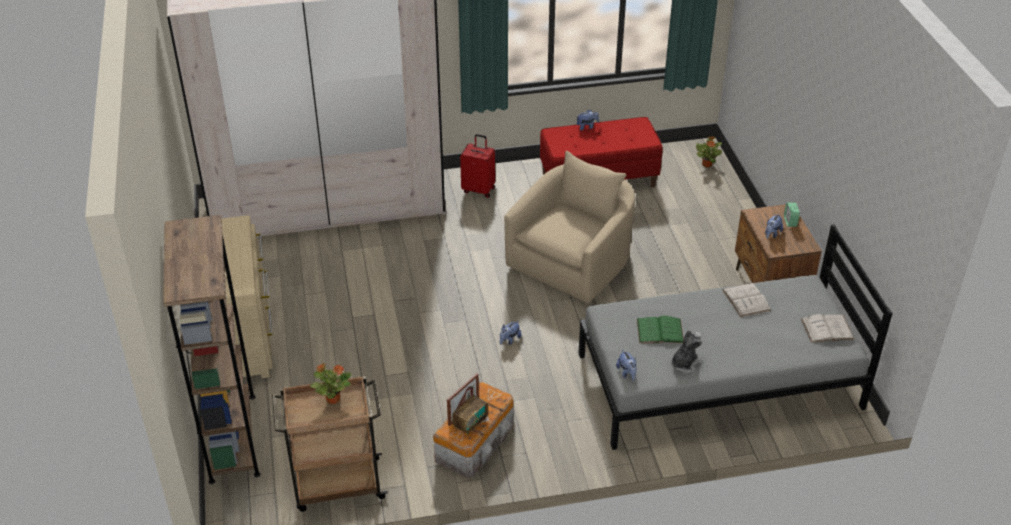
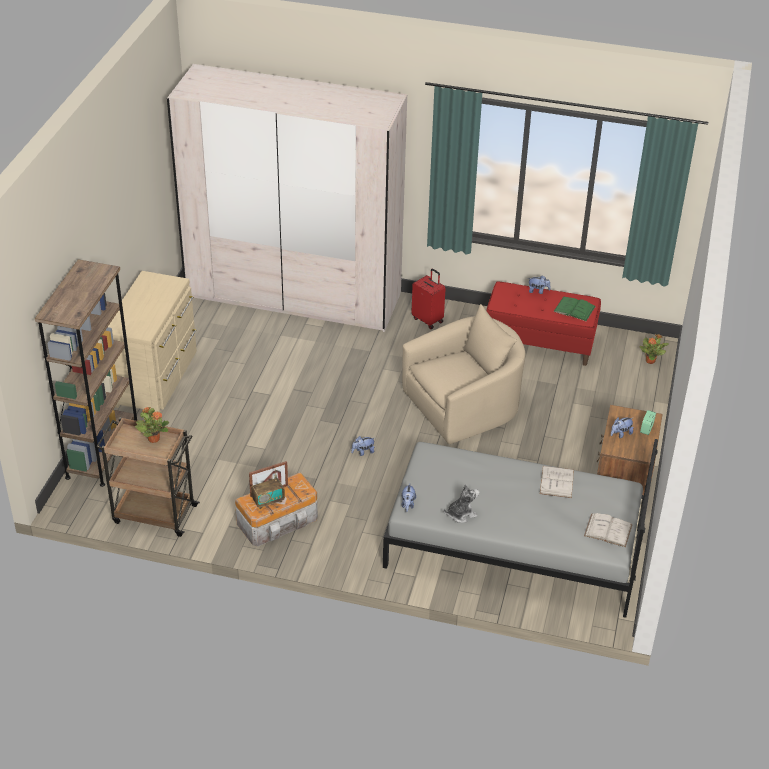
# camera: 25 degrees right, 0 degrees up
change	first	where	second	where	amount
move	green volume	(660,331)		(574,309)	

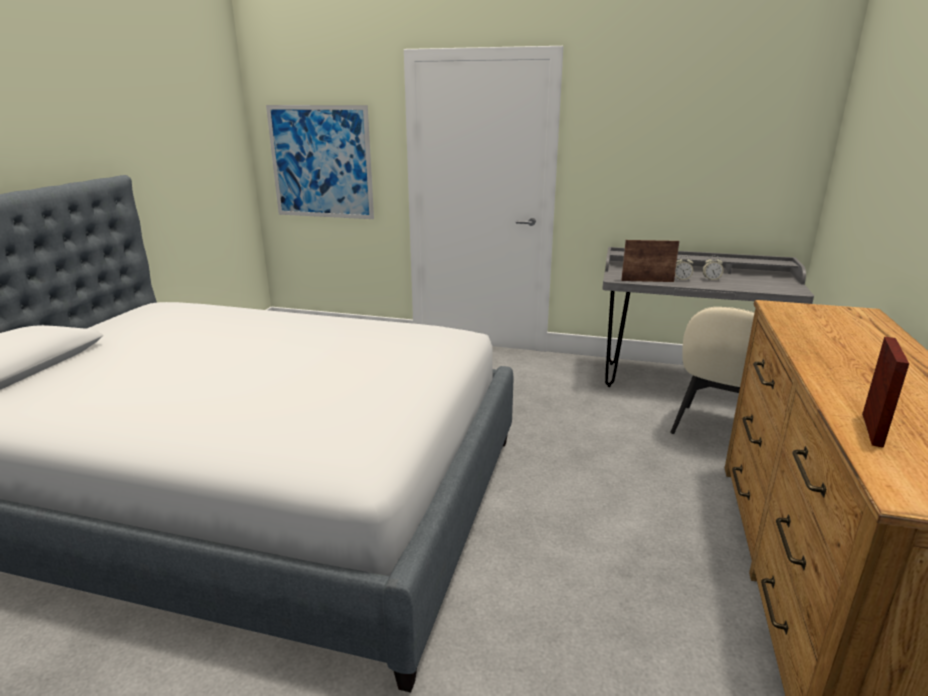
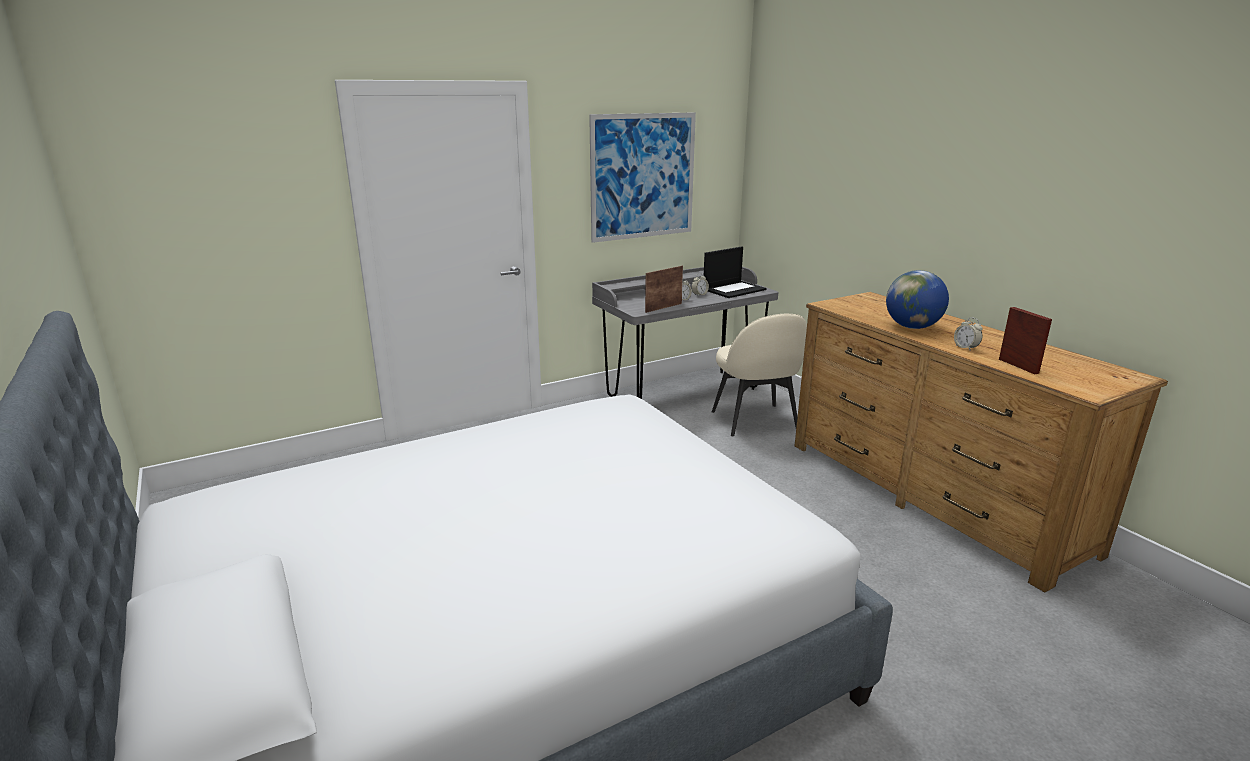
# camera: 45 degrees left, 0 degrees up
change	first	where	second	where	amount
move	wall art	(321,162)		(643,176)	
insert			laptop	(734,289)	
insert			desk globe	(912,327)	
insert			table clock	(965,348)	

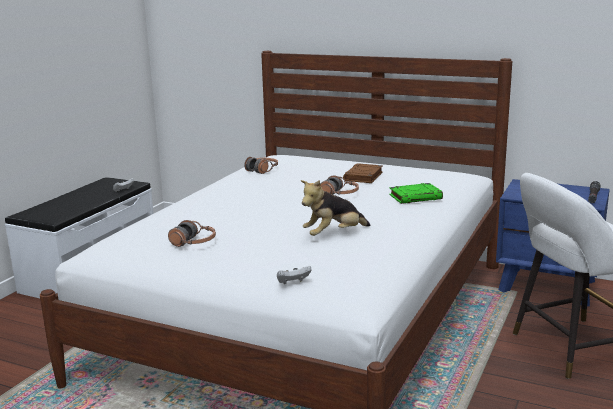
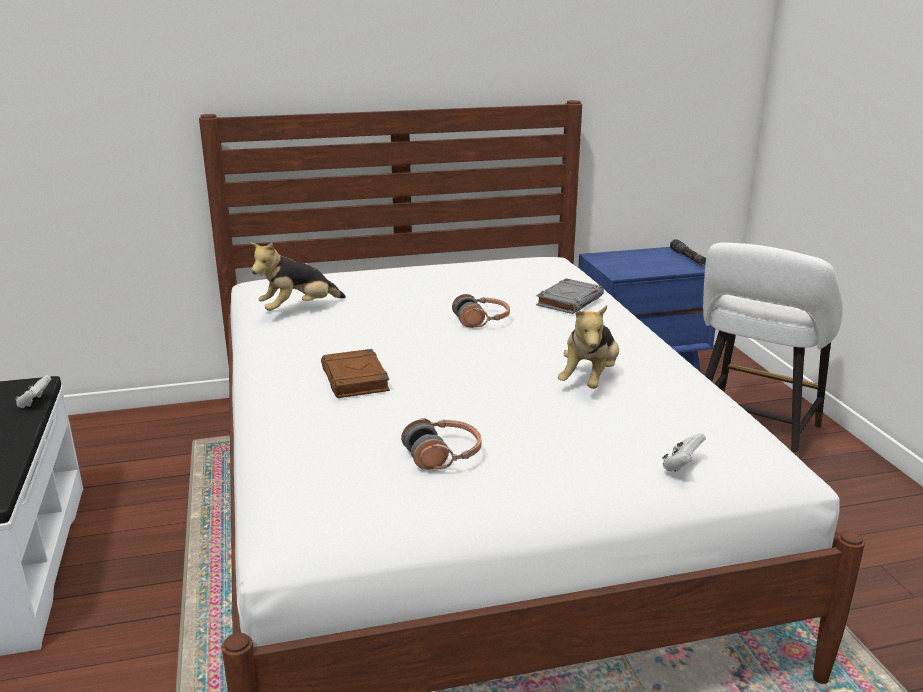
# camera: 40 degrees left, 5 degrees up
change	first	where	second	where	amount
replace	pair of headphones	(261,170)	plush toy	(298,309)	
move	brown-coloured volume	(363,177)		(355,379)	
recolor	green volume	(416,197)	gray volume	(569,301)	

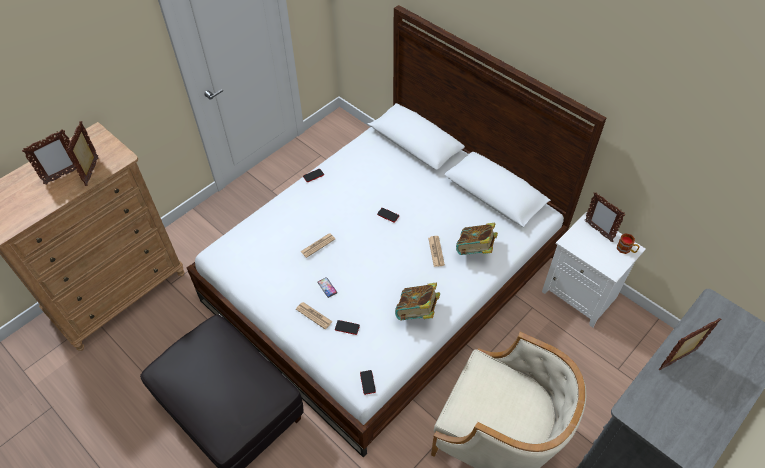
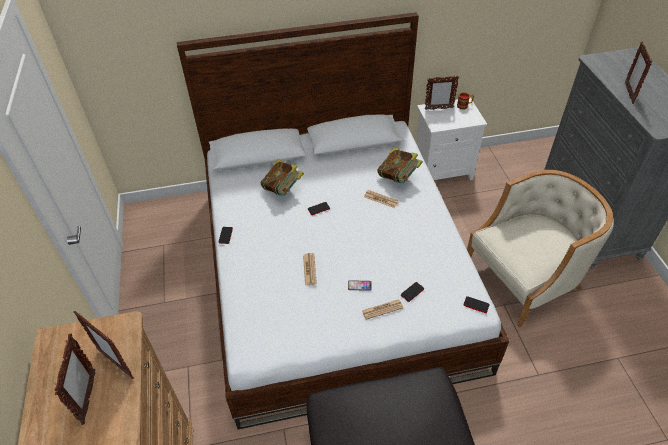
# camera: 55 degrees left, 5 degrees down
change	first	where	second	where	amount
move	volume	(417,312)		(283,189)	

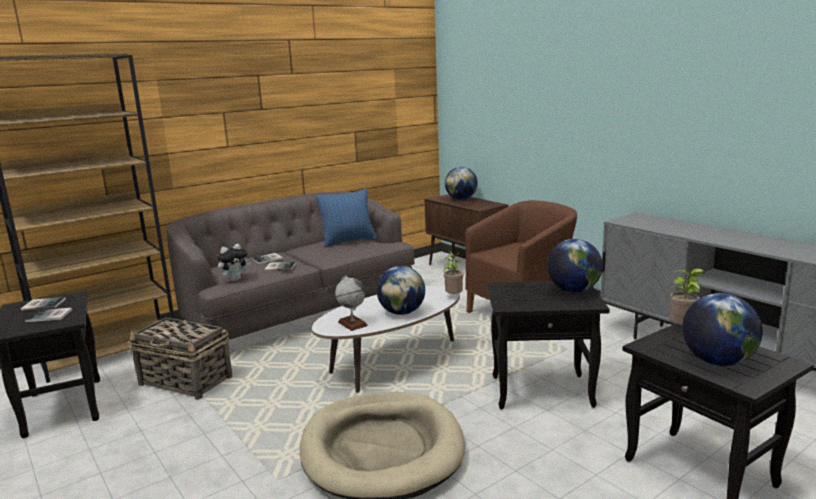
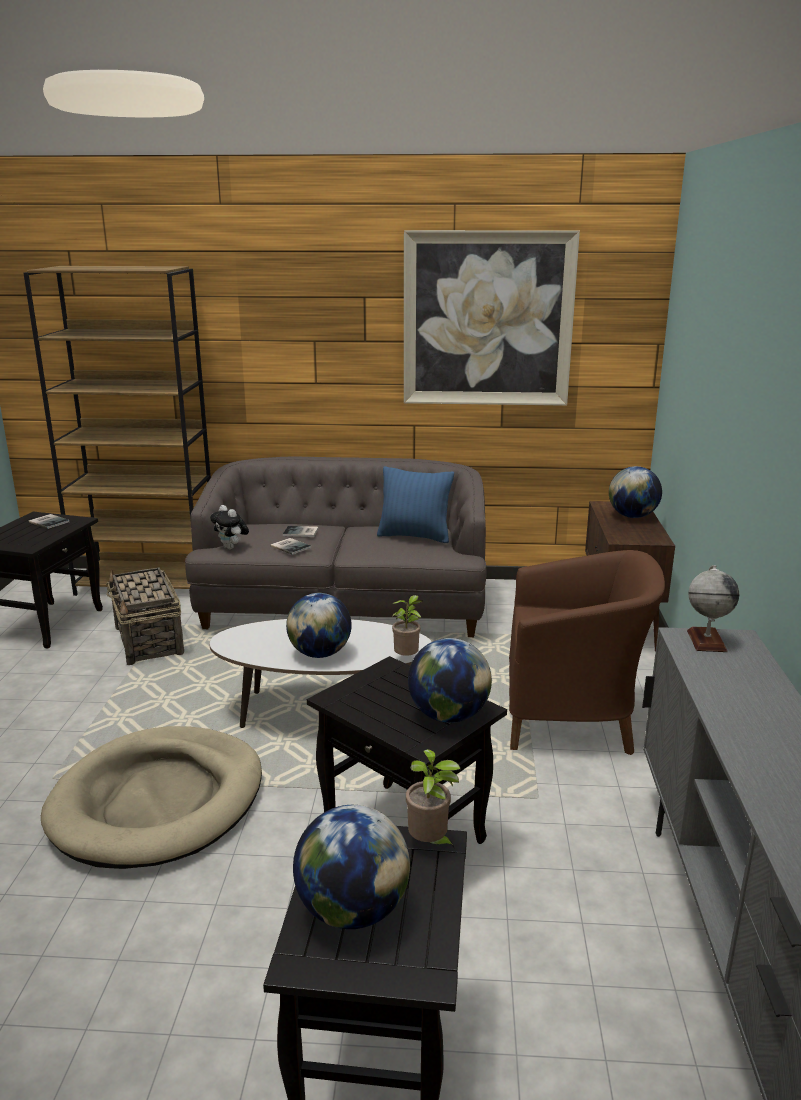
# camera: 40 degrees right, 5 degrees up
change	first	where	second	where	amount
rotate	plush toy	(235,279)		(231,548)	45 degrees clockwise
move	desk globe	(352,324)		(706,641)	
delete	volume	(50,316)			
insert			wall art	(487,319)	

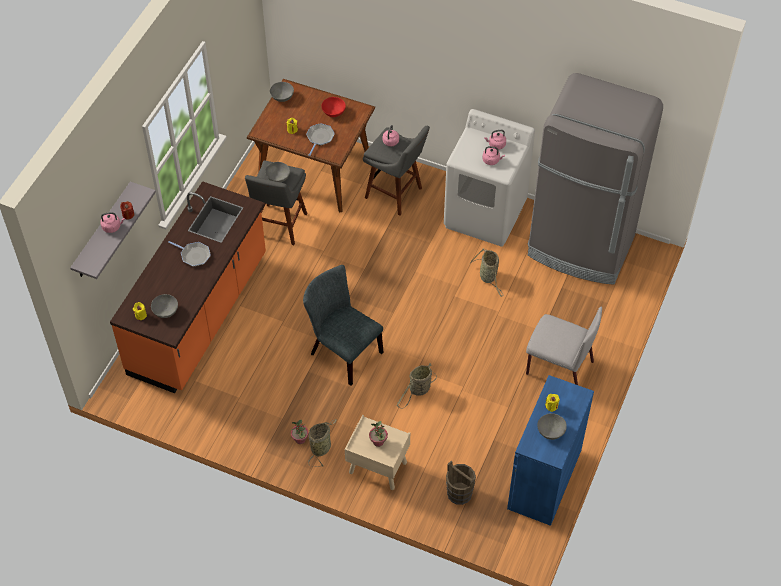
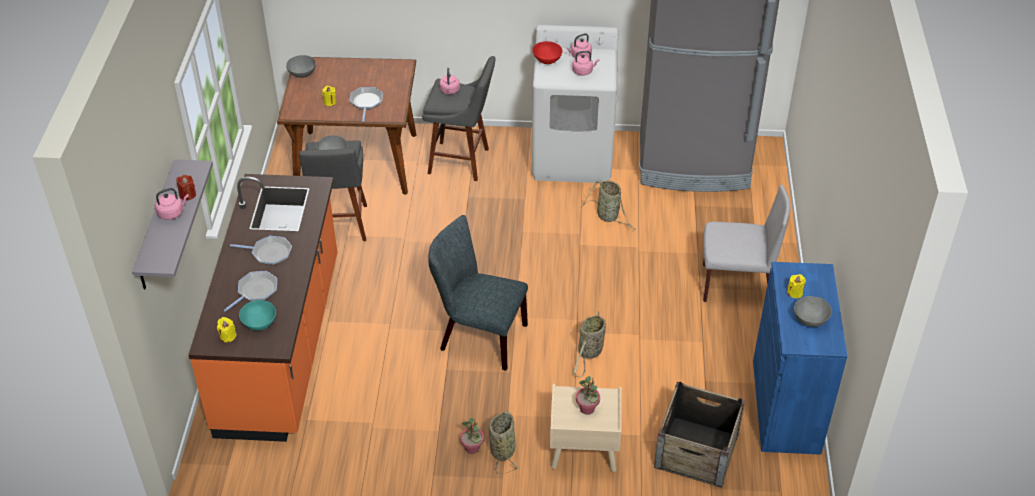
# camera: 20 degrees left, 10 degrees down
change	first	where	second	where	amount
move	red-coloured bowl	(333,112)		(547,60)	
recolor	gray bowl	(165,311)	blue-green bowl	(259,323)	
replace	brown-coloured pail	(459,493)	packing crate	(696,451)	
insert			pan	(256,291)	

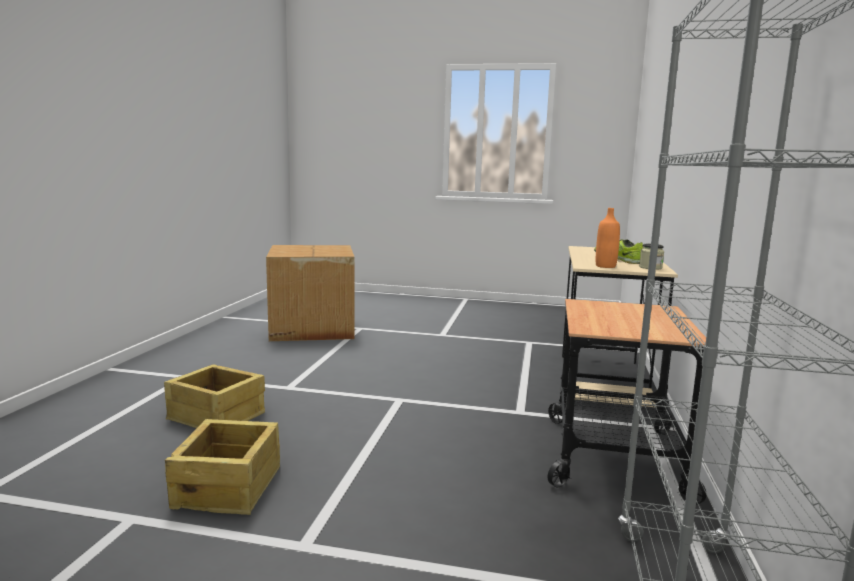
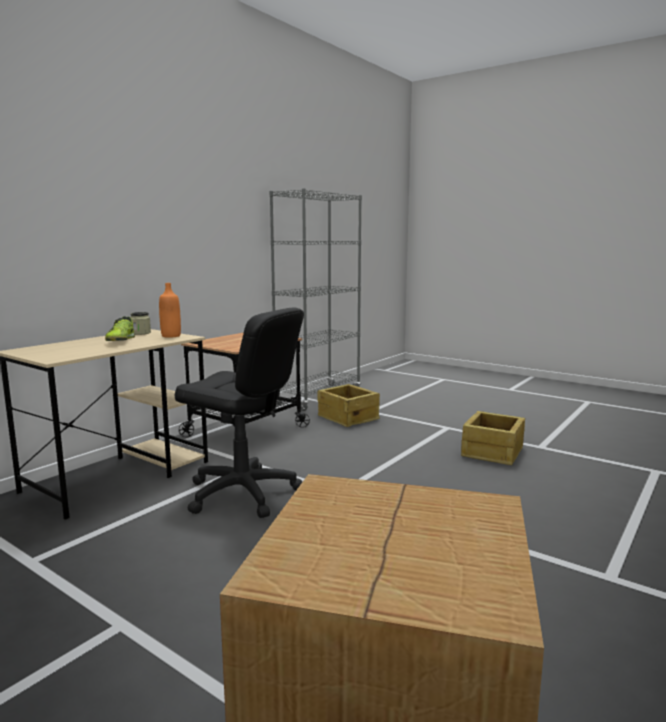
# camera: 155 degrees left, 0 degrees up
change	first	where	second	where	amount
move	packing crate	(216,417)		(348,417)	
insert			black desk chair	(242,493)	

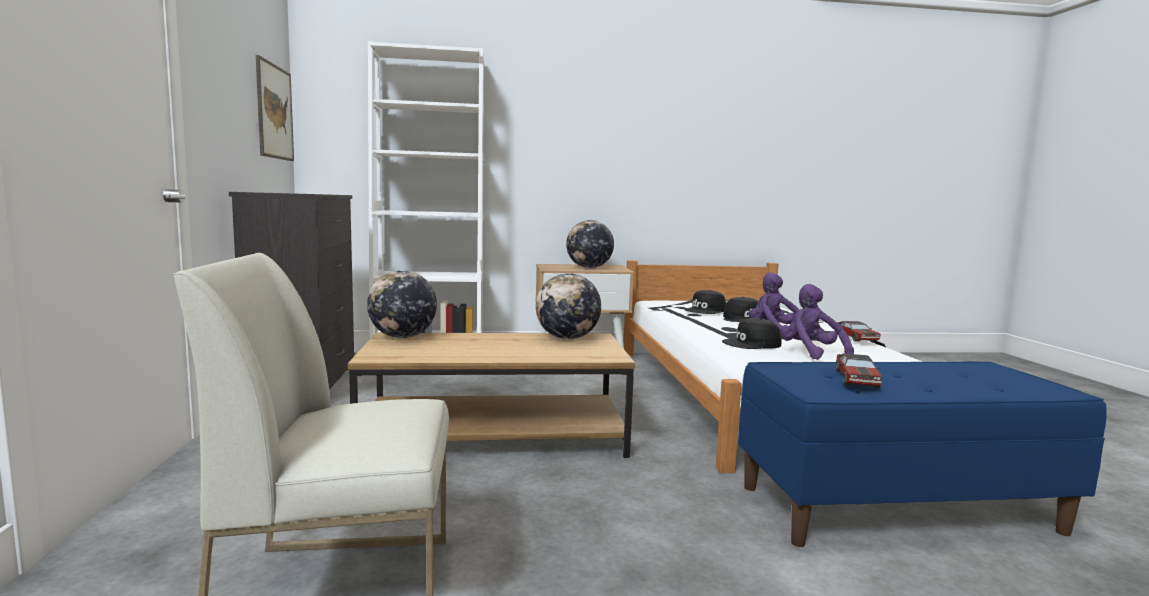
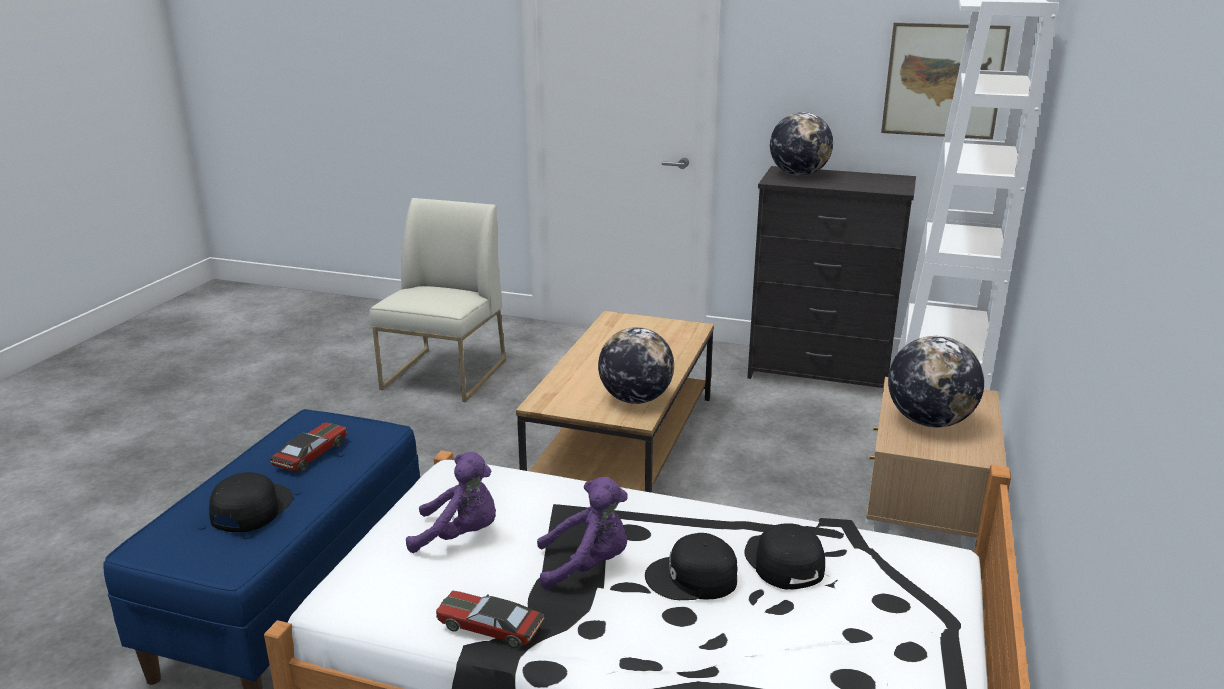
# camera: 115 degrees right, 15 degrees up
change	first	where	second	where	amount
move	desk globe	(402,337)		(798,175)	
move	black baseball cap	(752,344)		(250,509)	
rotate	miniature car	(856,378)		(311,454)	75 degrees clockwise

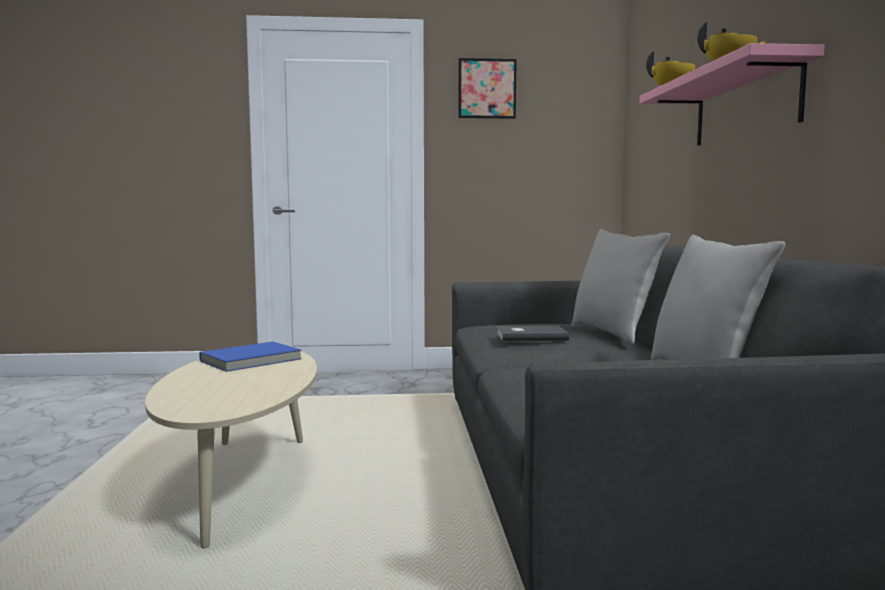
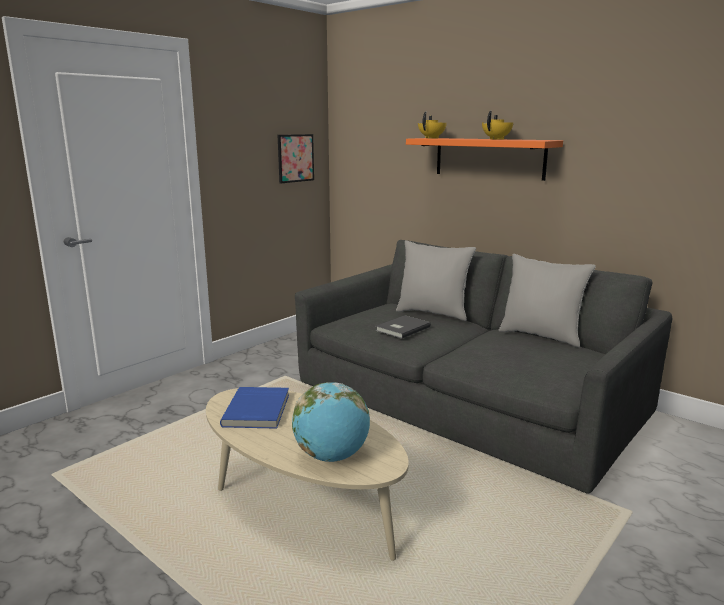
# camera: 45 degrees left, 10 degrees up
change	first	where	second	where	amount
recolor	pinkish bracket shelf	(745,105)	orange-coloured bracket shelf	(489,158)	
move	wall art	(487,88)		(295,158)	
insert			desk globe	(332,456)	

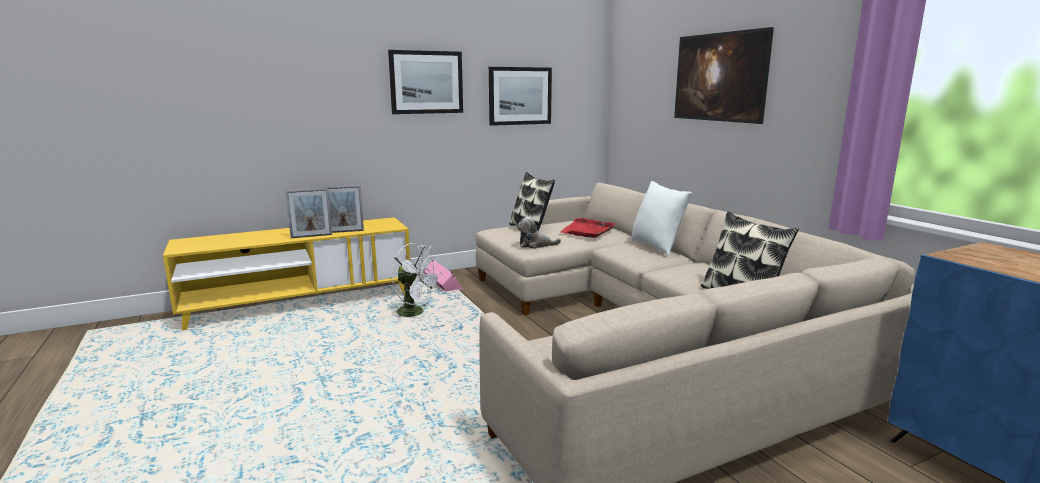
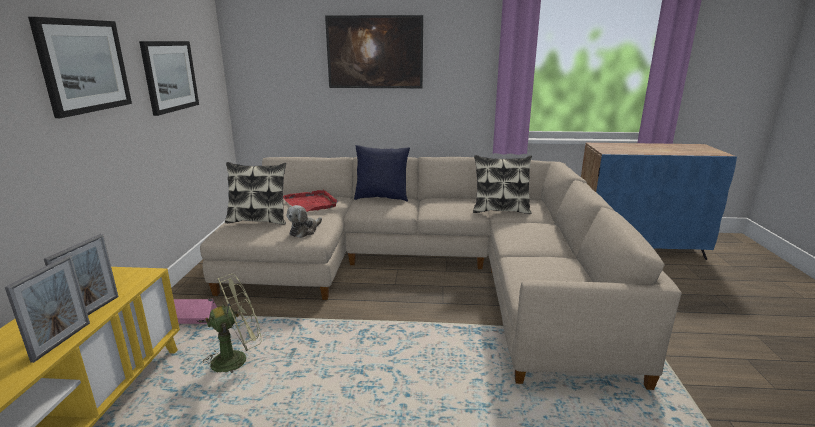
# camera: 60 degrees left, 5 degrees up
change	first	where	second	where	amount
recolor	white-coloured cushion	(657,247)	bluish cushion	(381,198)	
recolor	white-coloured cooling fan	(416,313)	green cooling fan	(237,358)	

